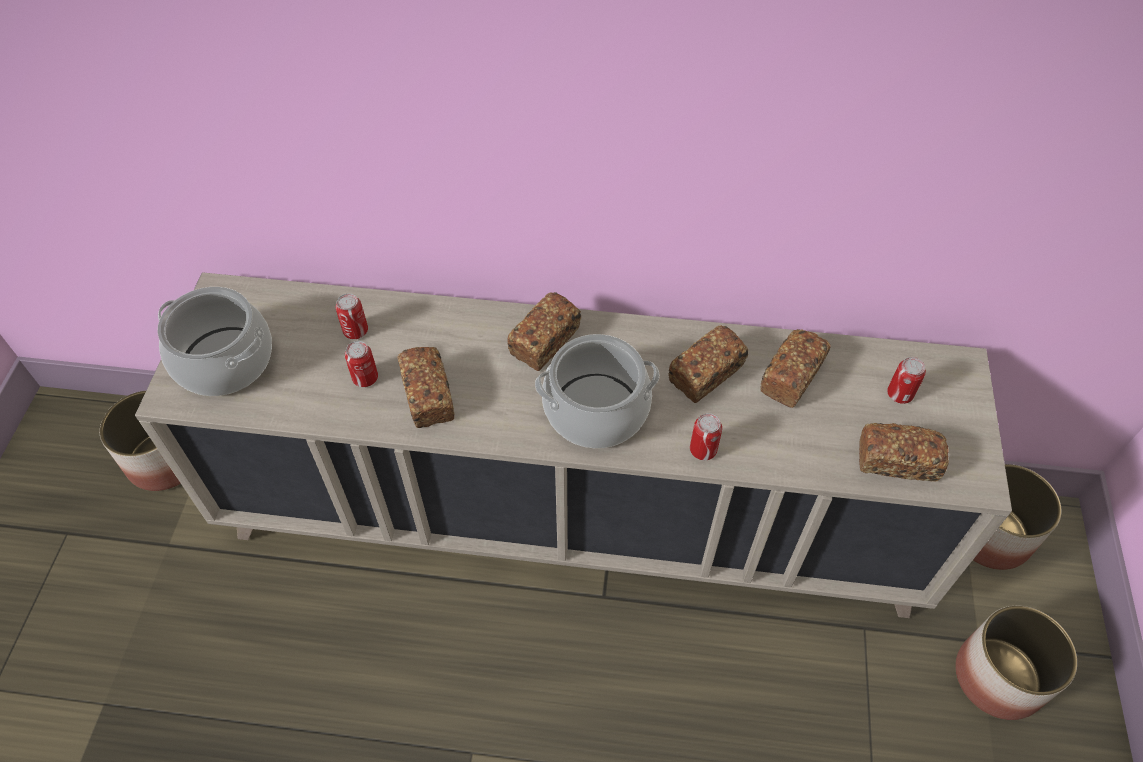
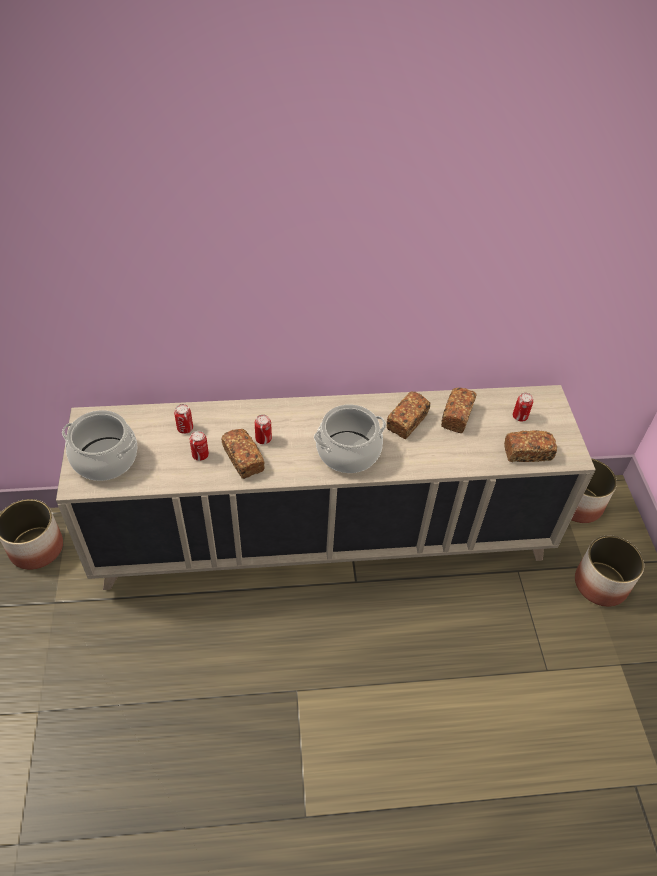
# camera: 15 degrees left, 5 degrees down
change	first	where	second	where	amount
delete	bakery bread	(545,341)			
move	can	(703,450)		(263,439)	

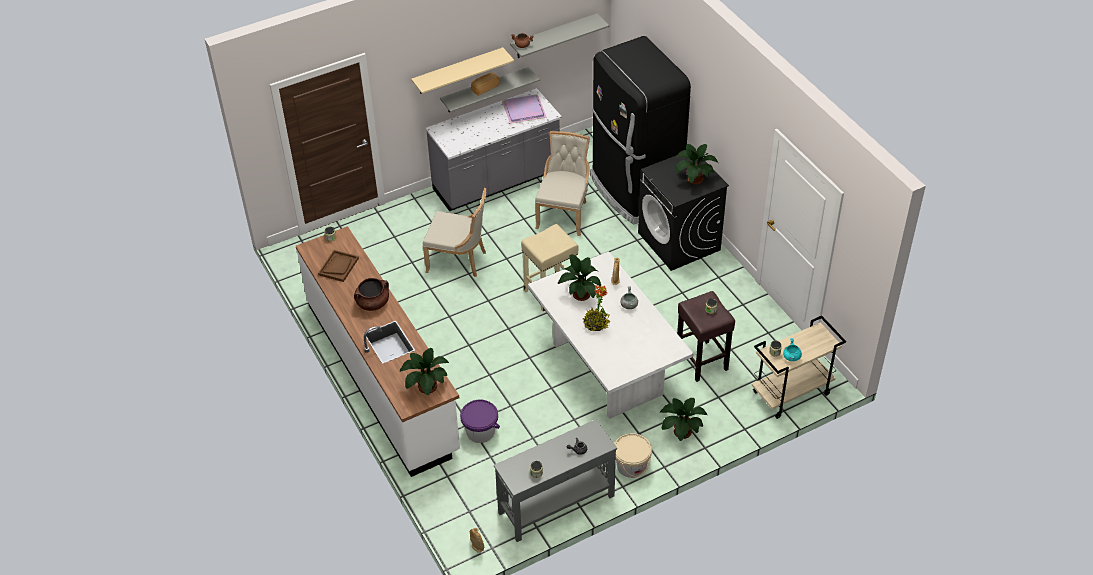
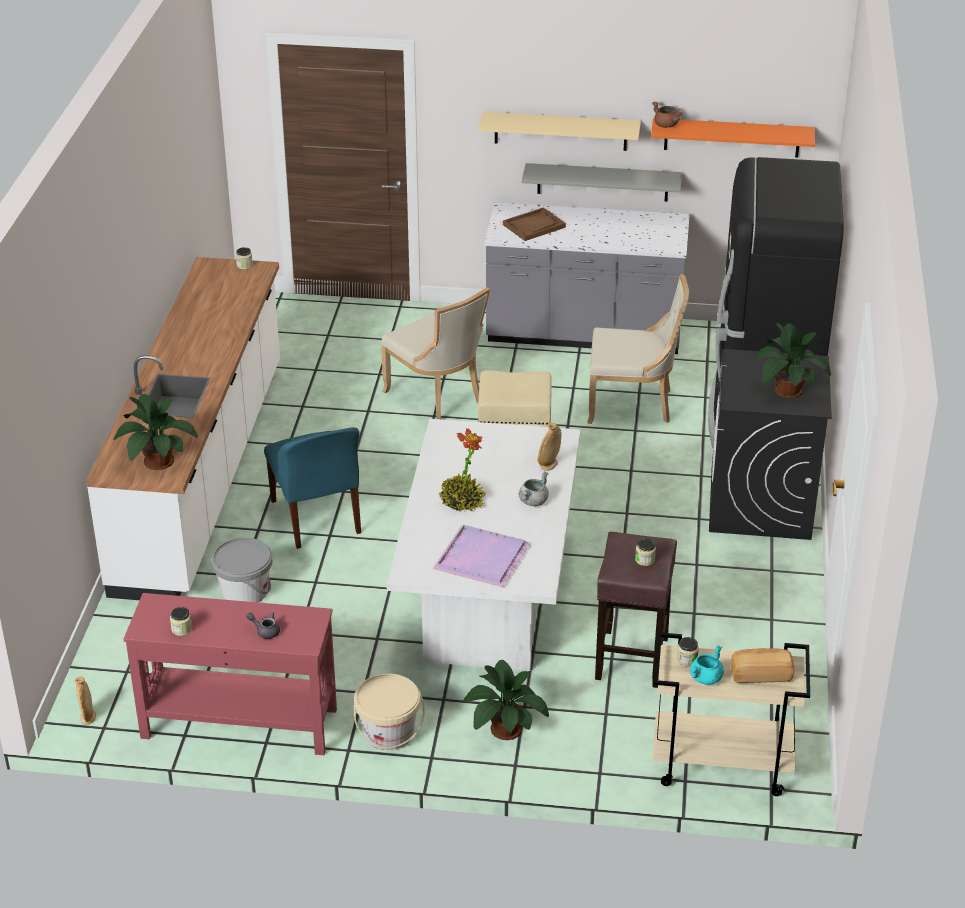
# camera: 35 degrees right, 10 degrees down
change	first	where	second	where	amount
recolor	gray bracket shelf	(554,36)	orange-coloured bracket shelf	(732,137)	
move	bakery bread	(485,88)		(760,674)	
move	purple-coloured tray	(523,110)		(481,557)	
rotate	beige plain chair	(564,214)		(633,405)	45 degrees clockwise
move	brown-coloured tray	(338,266)		(534,226)	
delete	potted plant	(580,293)			
delete	brown-coloured saucepot	(373,303)			
recolor	purple-coloured pail	(480,431)	gray pail	(245,591)	
recolor	gray hall table	(555,504)	red-coloured hall table	(238,723)	
insert			bluish plain chair	(316,518)	

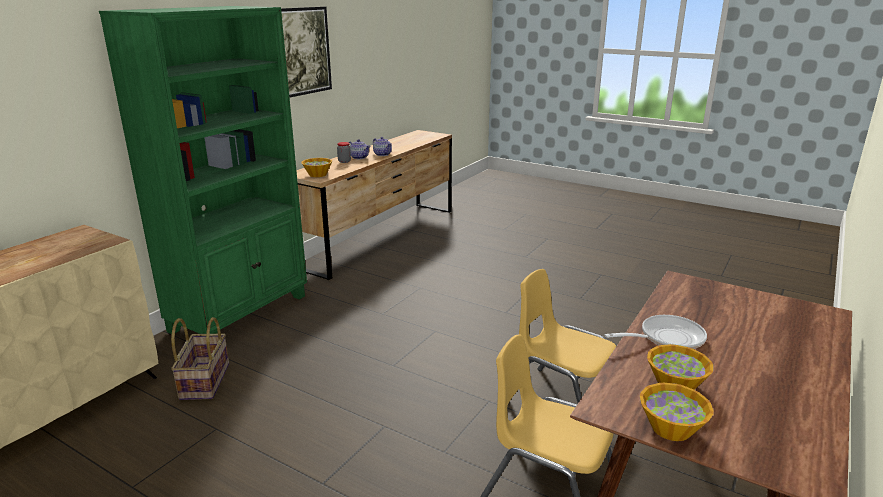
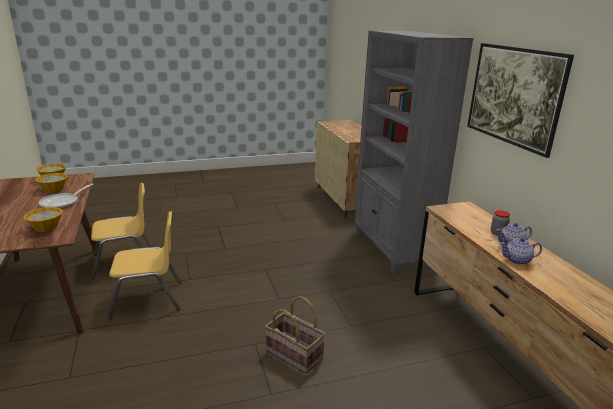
# camera: 130 degrees right, 0 degrees up
change	first	where	second	where	amount
recolor	green shelving unit	(241,313)	gray shelving unit	(392,249)	
move	bowl	(318,174)		(45,227)	
move	storage basket	(204,381)		(295,354)	

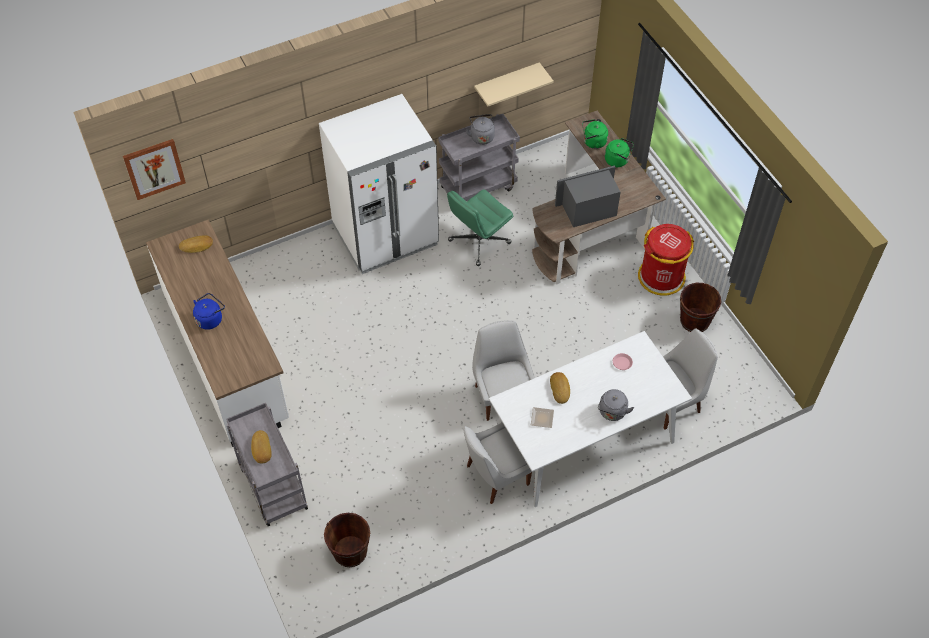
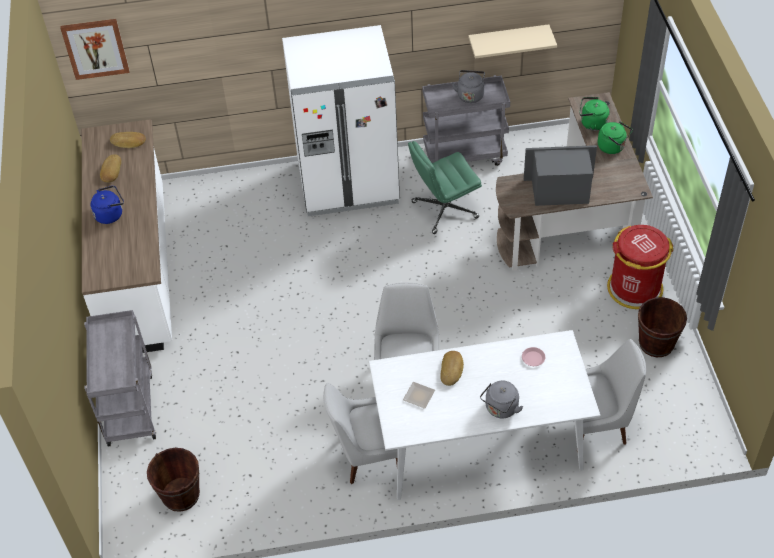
# camera: 20 degrees right, 5 degrees down
change	first	where	second	where	amount
move	bakery bread	(261,449)		(110,171)	

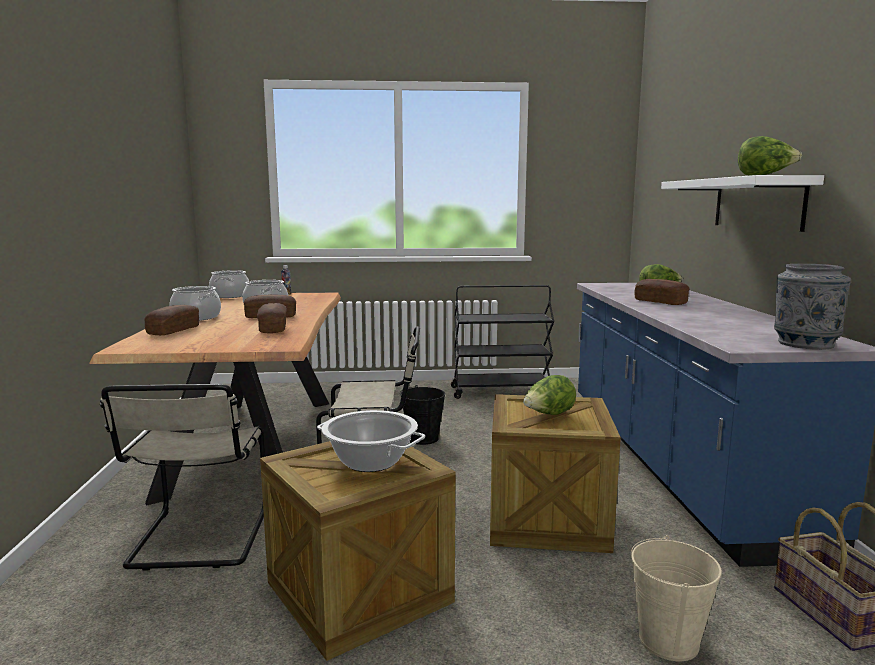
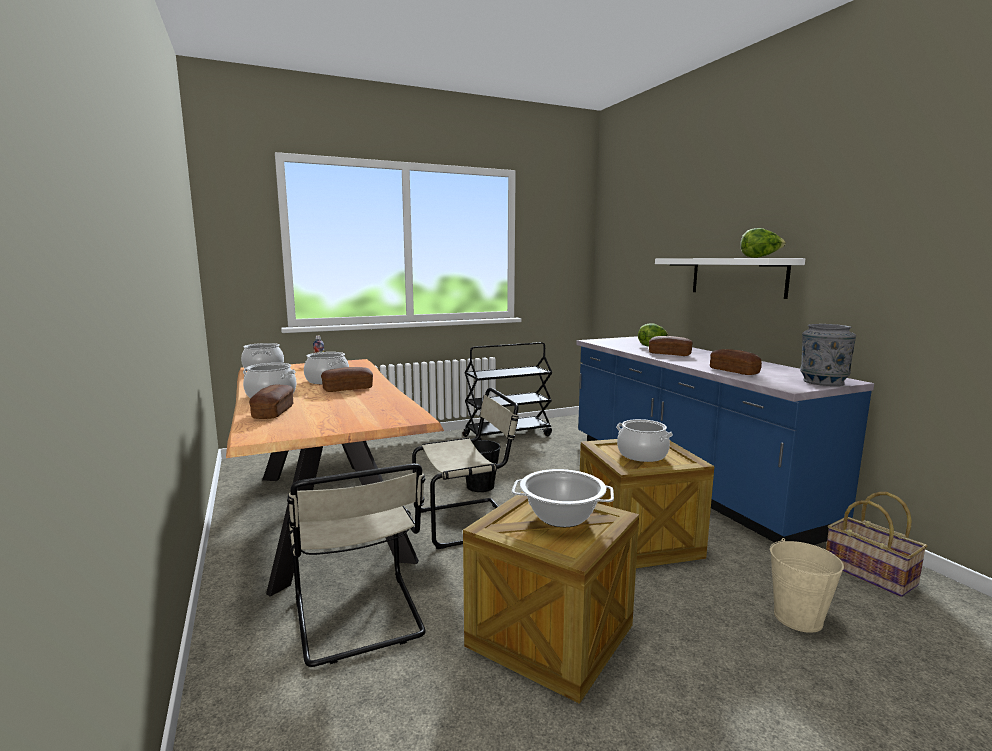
# camera: 20 degrees left, 0 degrees up
change	first	where	second	where	amount
move	bakery bread	(273,328)		(734,371)	
replace	lettuce	(548,415)	saucepot	(642,455)	

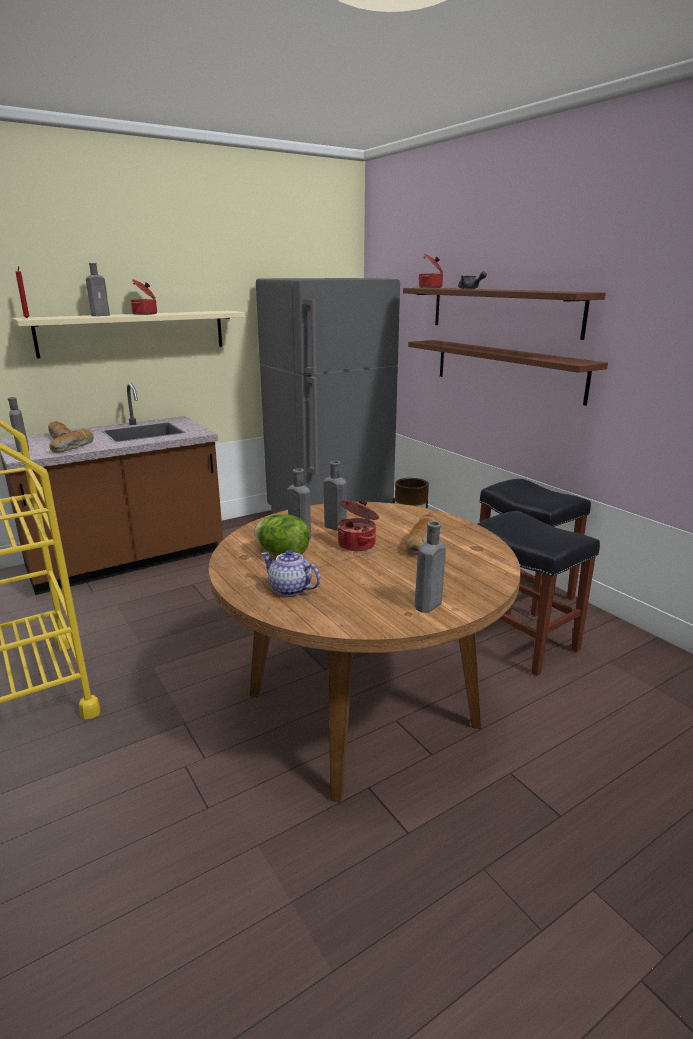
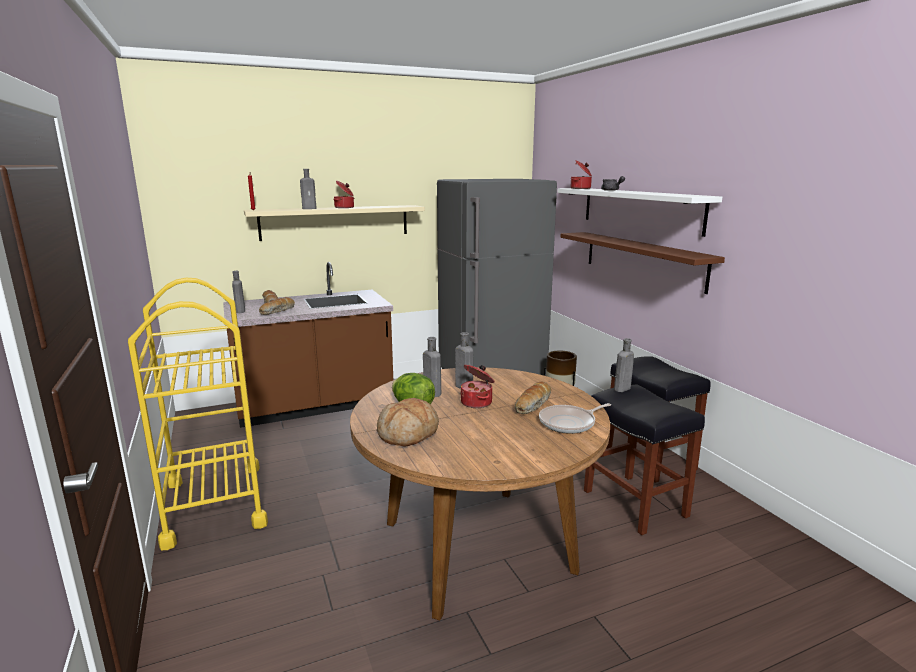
# camera: 10 degrees right, 5 degrees down
change	first	where	second	where	amount
recolor	brown-coloured bracket shelf	(502,310)	white-coloured bracket shelf	(639,209)	
move	gray drink bottle	(427,606)		(621,389)	
replace	tea pot	(289,589)	bakery bread	(408,434)	
insert			pan	(569,423)	

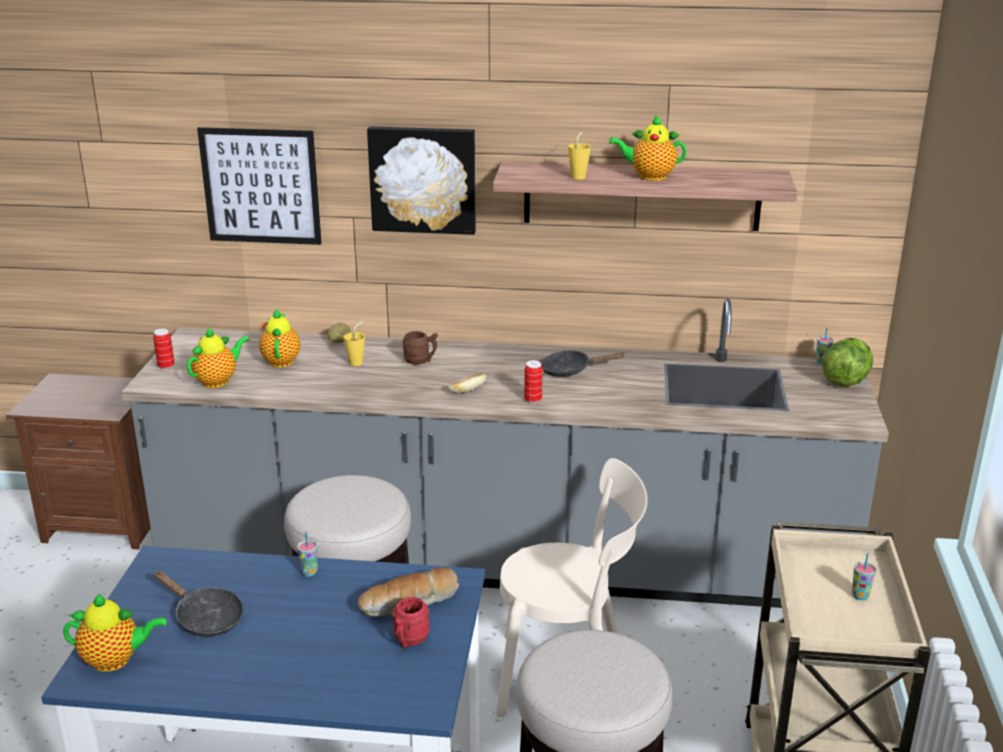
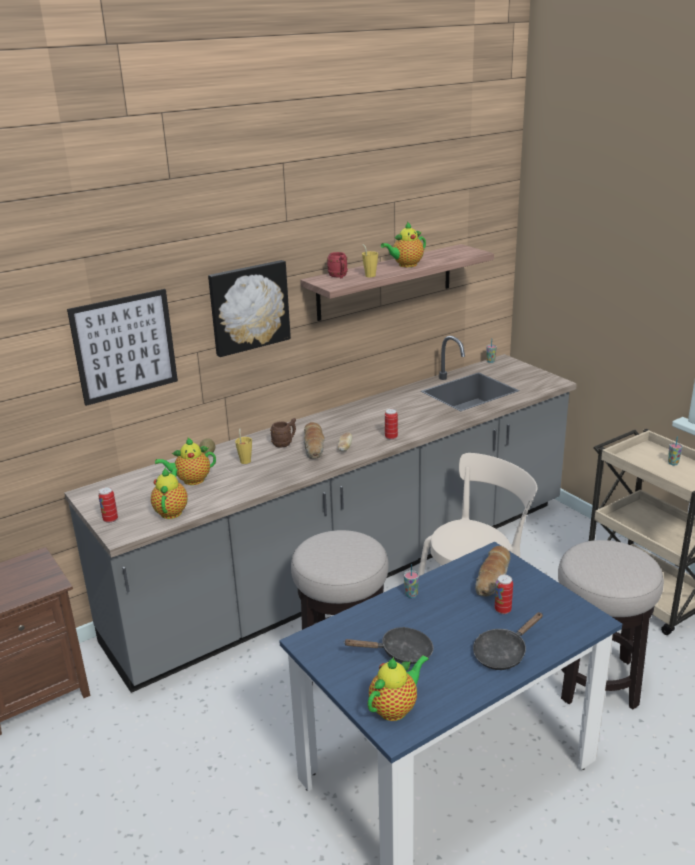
# camera: 40 degrees left, 0 degrees up
change	first	where	second	where	amount
rotate	tea pot	(281,360)		(191,480)	60 degrees counterclockwise
delete	lettuce	(845,381)			
move	black pan	(570,370)		(503,653)	
move	red-coloured mug	(409,641)		(339,276)	
insert			bakery bread	(314,447)	
insert			can	(502,610)	

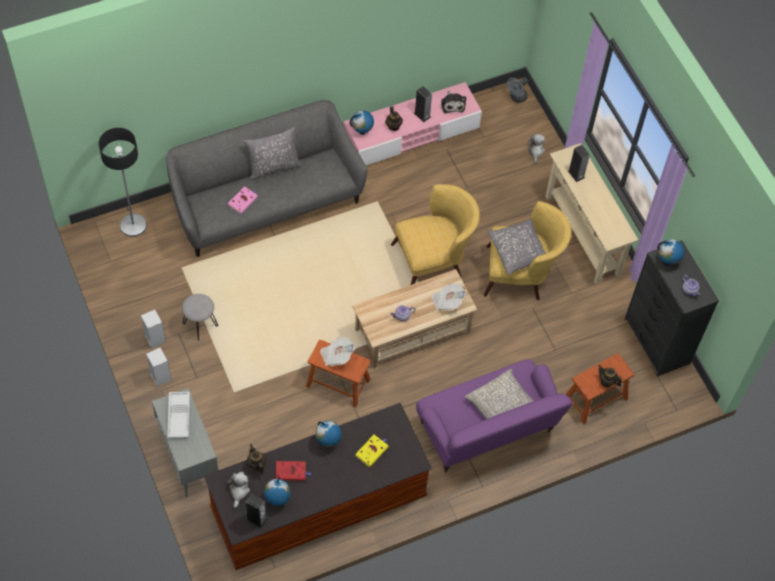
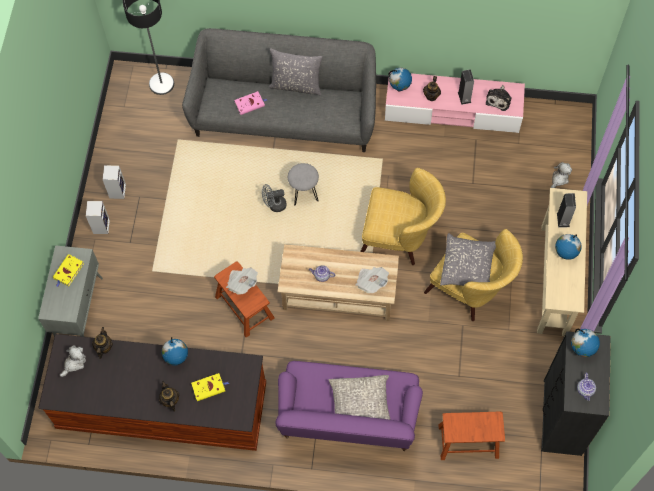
# camera: 35 degrees right, 5 degrees up
change	first	where	second	where	amount
move	gray cooling fan	(516,98)		(274,205)	
move	gray stool	(200,325)		(304,193)	
move	tea pot	(607,381)		(170,400)	
replace	white-coloured tray	(179,417)	yellow-coloured volume	(68,272)	
delete	red-coloured volume	(291,472)			
move	desk globe	(277,500)		(565,254)	
delete	speaker	(256,518)			

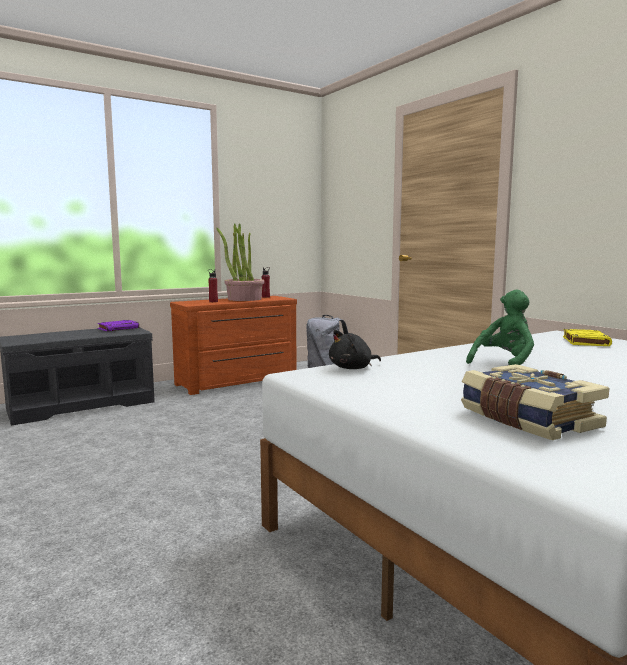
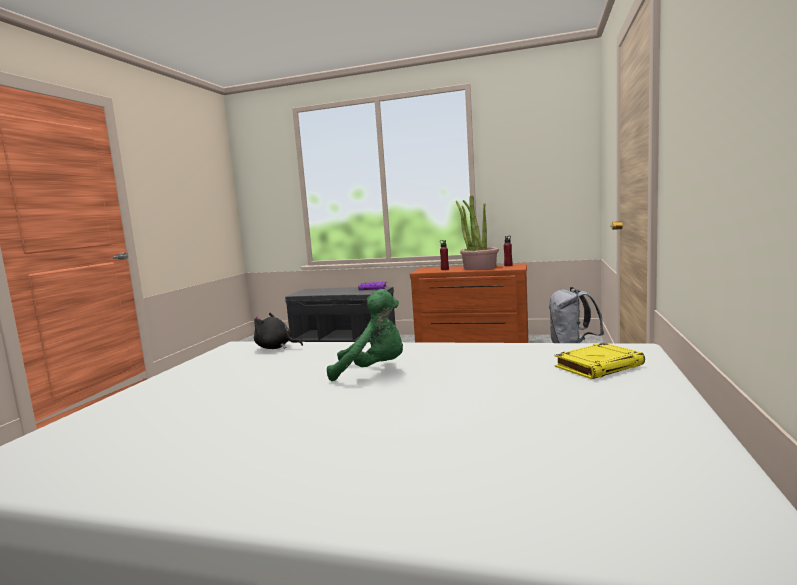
# camera: 50 degrees right, 0 degrees up
change	first	where	second	where	amount
delete	volume	(526,420)			

